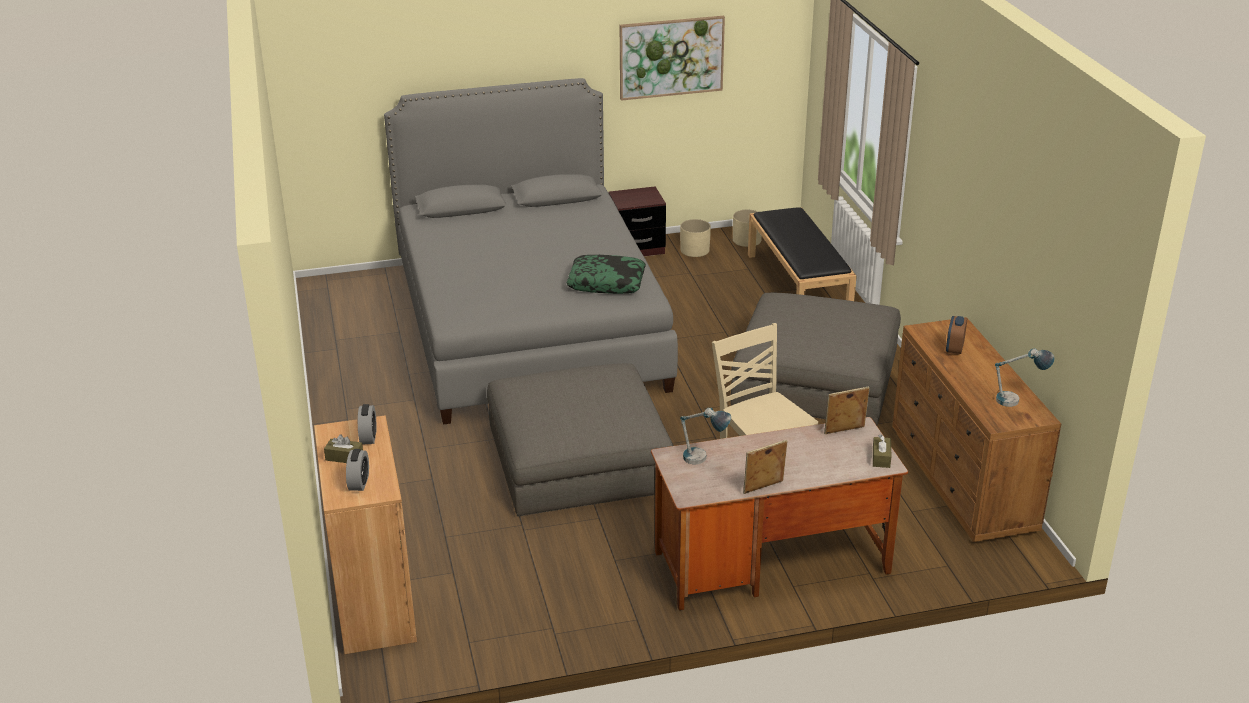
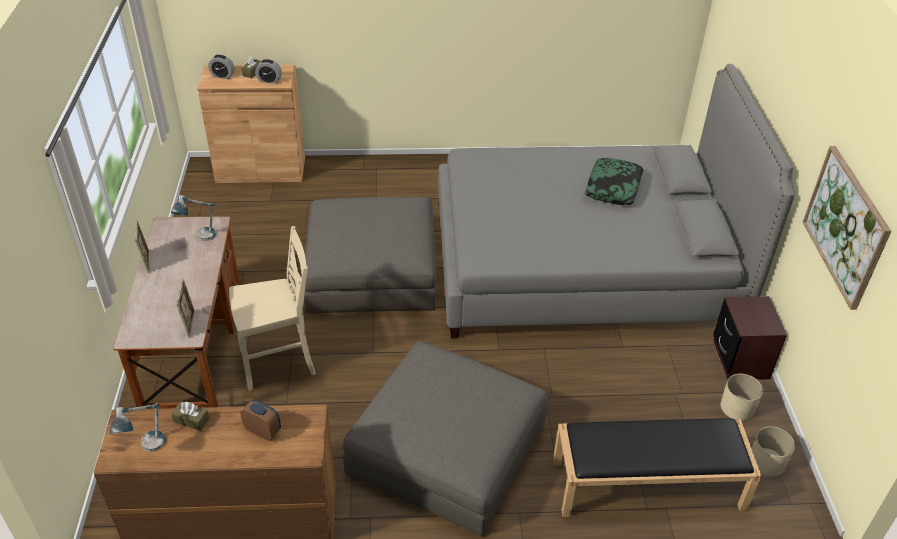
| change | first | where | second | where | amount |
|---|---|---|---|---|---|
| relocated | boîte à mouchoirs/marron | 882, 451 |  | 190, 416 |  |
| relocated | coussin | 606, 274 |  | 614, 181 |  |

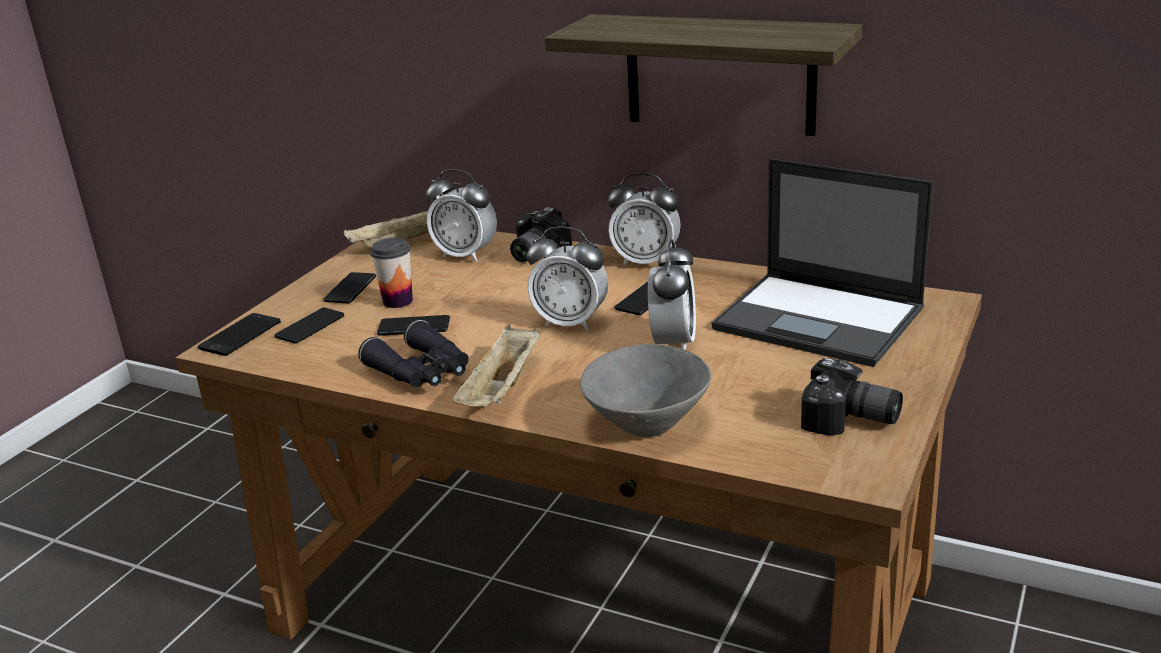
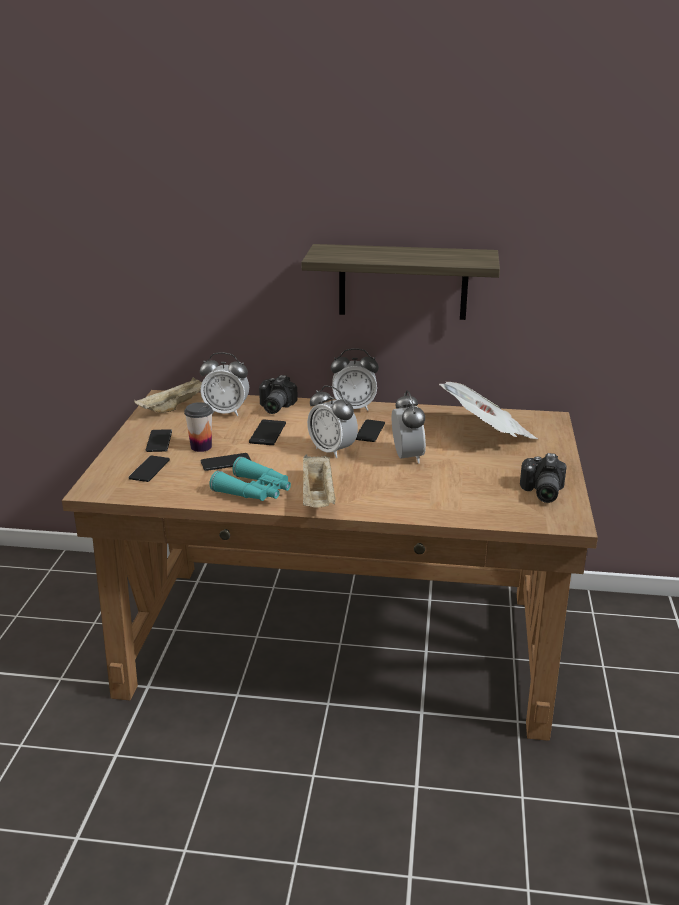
| change | first | where | second | where | amount |
|---|---|---|---|---|---|
| colour | jumelles/noir | 413, 353 | jumelles/turquoise | 250, 479 |  |
| relocated | téléphone | 239, 334 |  | 267, 432 |  |
| spun | réveil | 567, 278 |  | 332, 421 | 45 degrees clockwise |
| exchanged | ordinateur portable | 822, 263 | journal | 488, 410 |  |
| spun | appareil photo | 852, 396 |  | 543, 478 | 90 degrees clockwise |
| missing | bol/gris | 646, 390 |  |  |  |

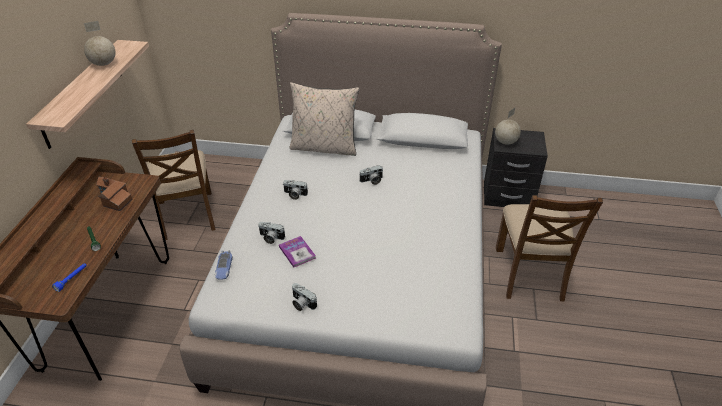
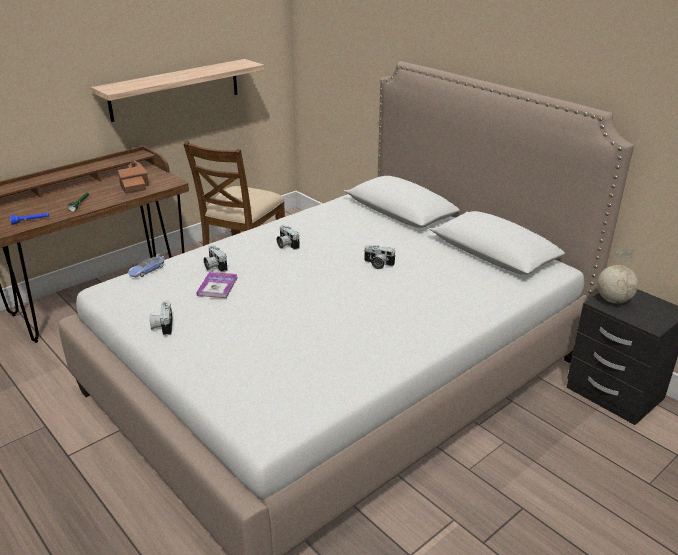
| change | first | where | second | where | amount |
|---|---|---|---|---|---|
| missing | globe | 99, 43 |  |  |  |
| missing | coussin/beige | 324, 119 |  |  |  |
| missing | chaise/marron | 549, 248 |  |  |  |

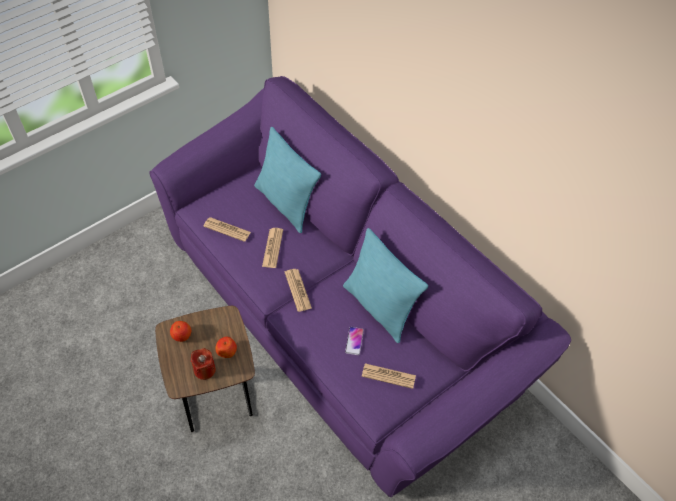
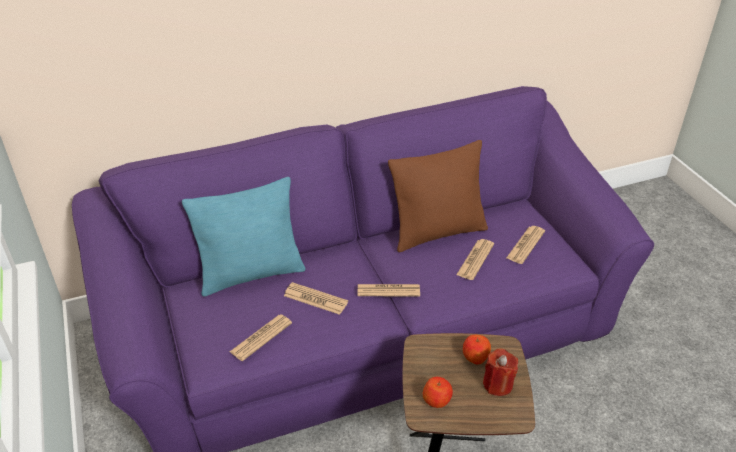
| change | first | where | second | where | amount |
|---|---|---|---|---|---|
| colour | coussin/turquoise | 385, 285 | coussin/marron | 438, 196 |  |
| exchanged | téléphone | 354, 341 | journal | 475, 259 |  |

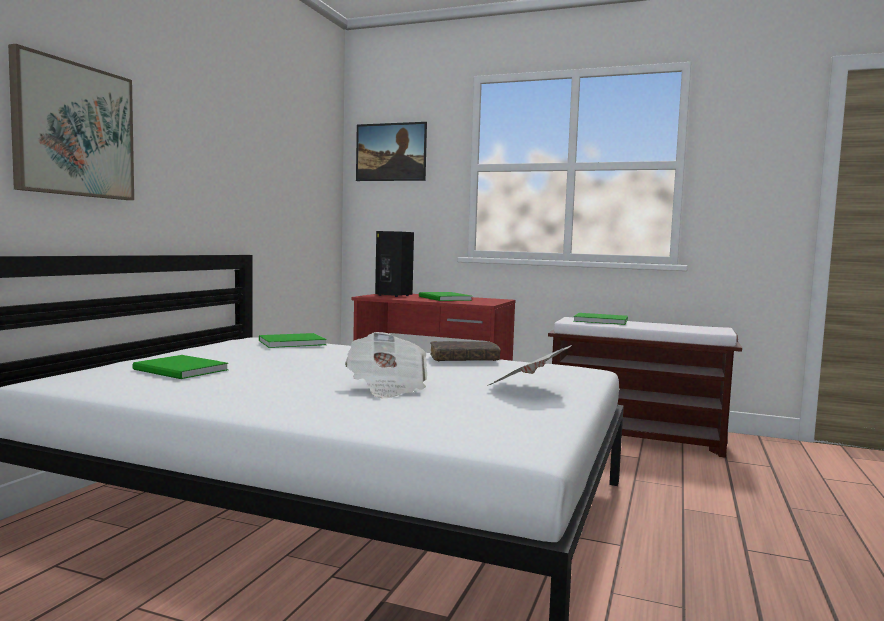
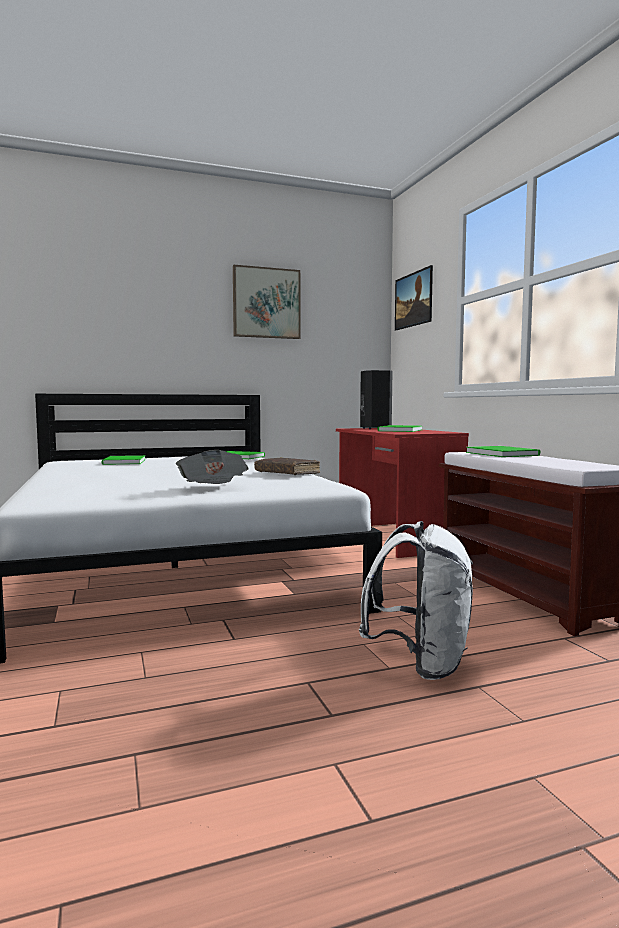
| change | first | where | second | where | amount |
|---|---|---|---|---|---|
| relocated | tableau | 71, 122 |  | 266, 302 |  |
| appeared |  |  | sac à dos/blanc | 416, 600 |  |
| missing | journal | 386, 365 |  |  |  |

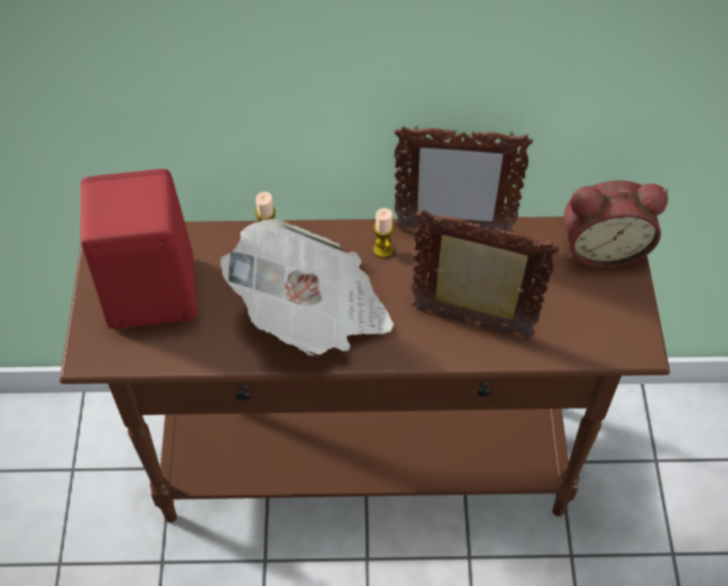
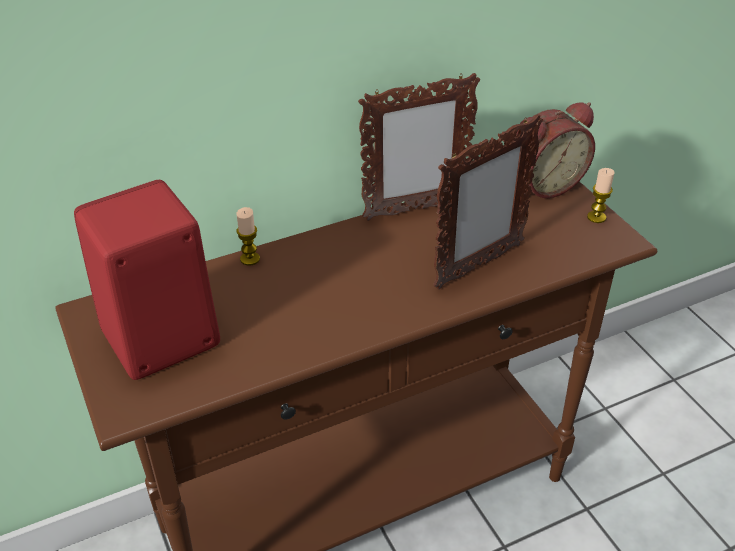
| change | first | where | second | where | amount |
|---|---|---|---|---|---|
| spun | cadre photo | 485, 273 |  | 488, 202 | 150 degrees clockwise |
| relocated | bougie | 383, 233 |  | 601, 195 |  |
| missing | journal | 307, 287 |  |  |  |

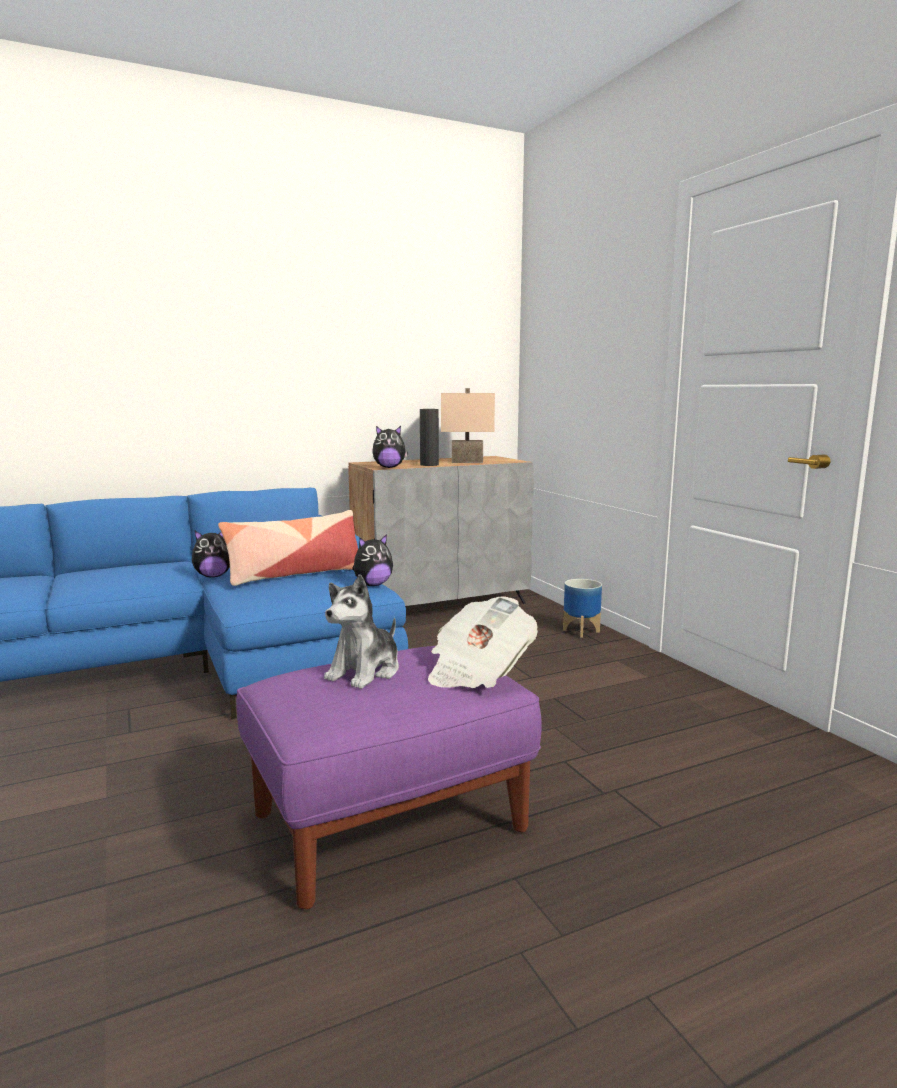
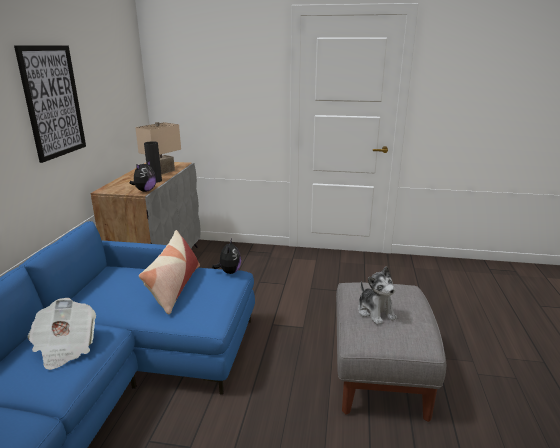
| change | first | where | second | where | amount |
|---|---|---|---|---|---|
| appeared |  |  | tableau | 50, 104 |  |
| relocated | journal | 483, 642 |  | 62, 334 |  |
| colour | pouf/violet | 389, 777 | pouf/gris | 391, 352 |  |
| missing | peluche | 211, 554 |  |  |  |
| missing | cache-pot | 582, 608 |  |  |  |

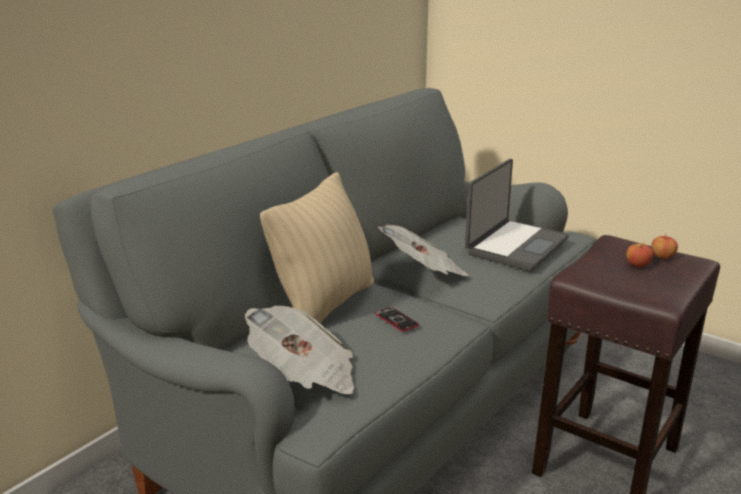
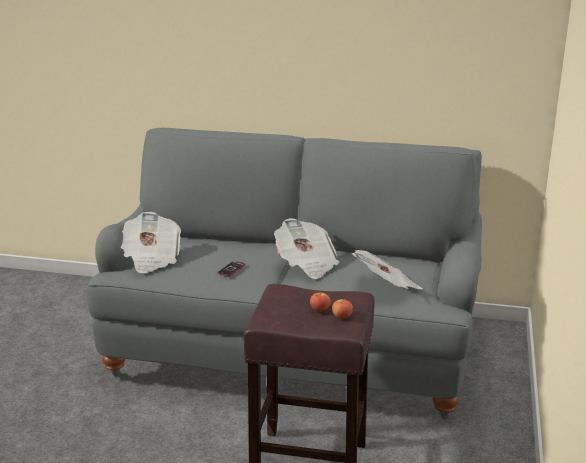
| change | first | where | second | where | amount |
|---|---|---|---|---|---|
| exchanged | ordinateur portable | 517, 215 | journal | 387, 269 |  |
| missing | coussin/beige | 317, 247 |  |  |  |

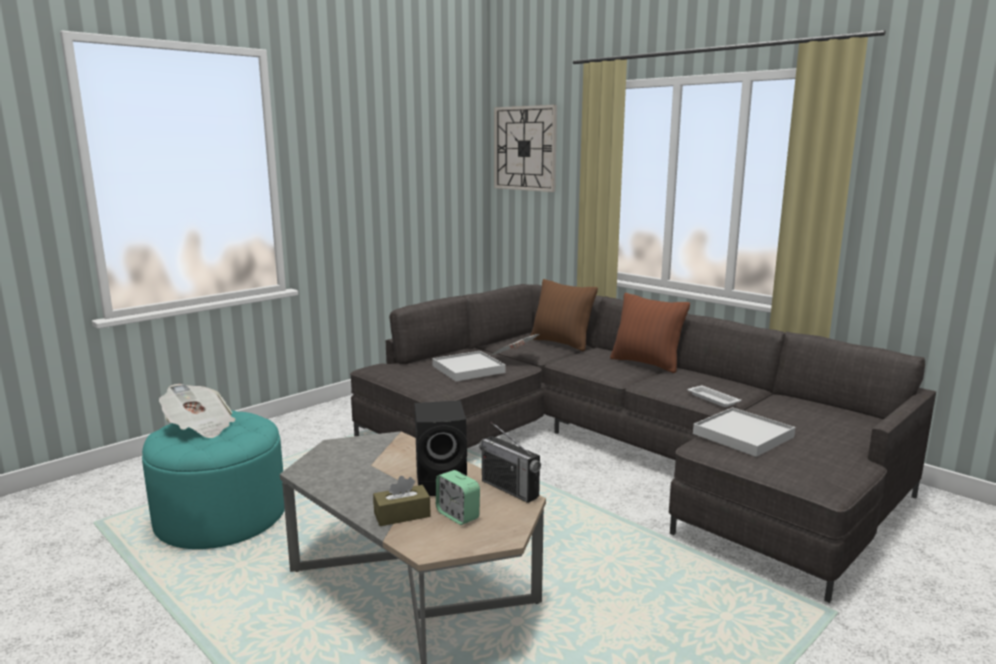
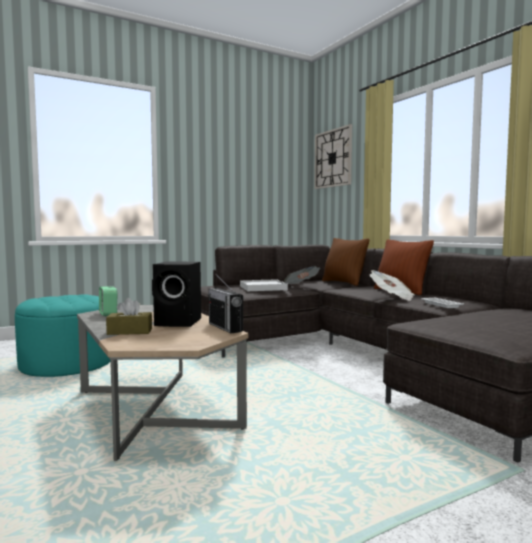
| change | first | where | second | where | amount |
|---|---|---|---|---|---|
| relocated | réveil | 458, 497 |  | 108, 301 |  |
| relocated | journal | 197, 411 |  | 392, 285 |  |
| missing | plateau/blanc | 744, 432 |  |  |  |

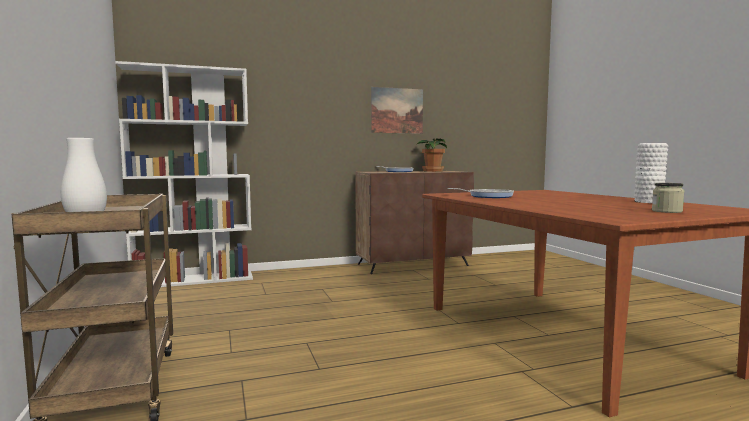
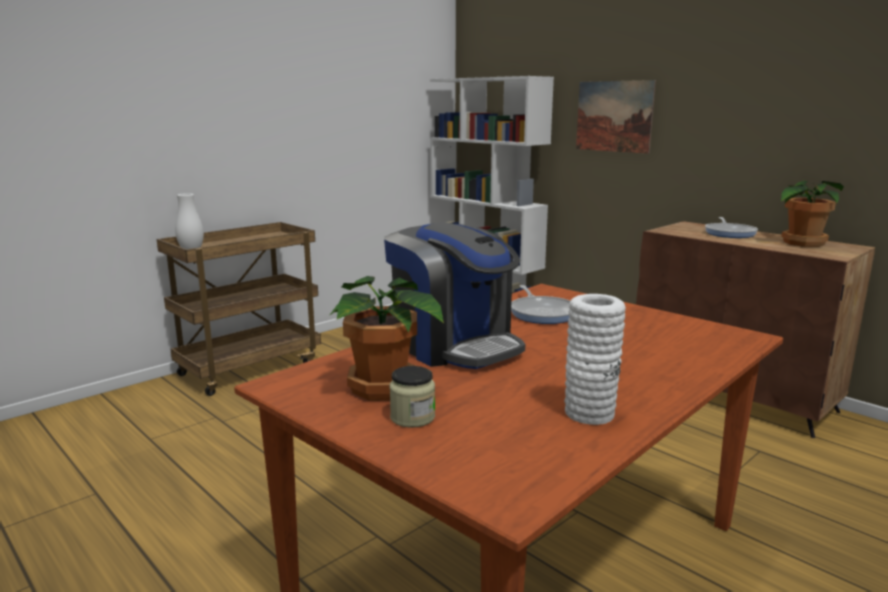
| change | first | where | second | where | amount |
|---|---|---|---|---|---|
| appeared |  |  | plante en pot | 386, 338 |  |
| appeared |  |  | machine à café | 454, 295 |  |
| relocated | tableau | 397, 110 |  | 616, 117 |  |

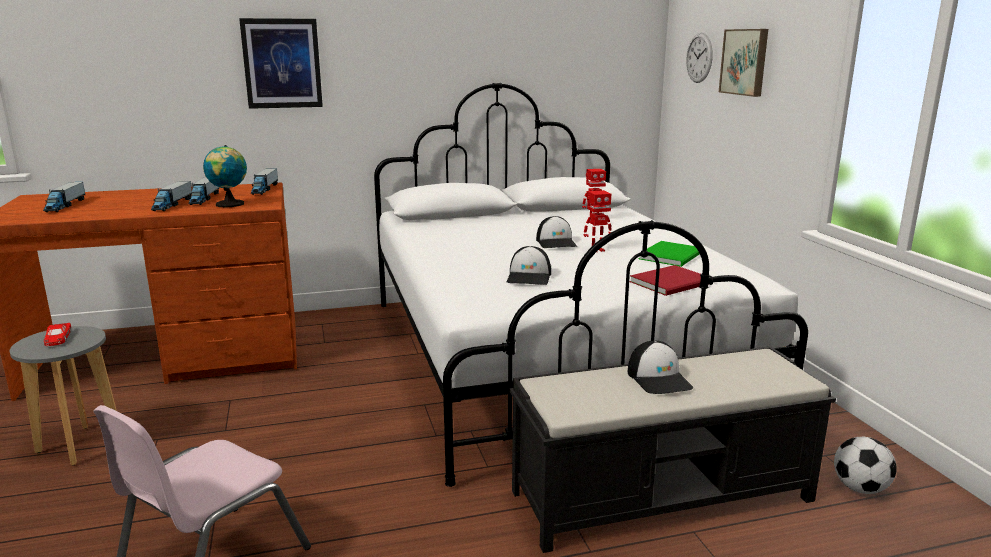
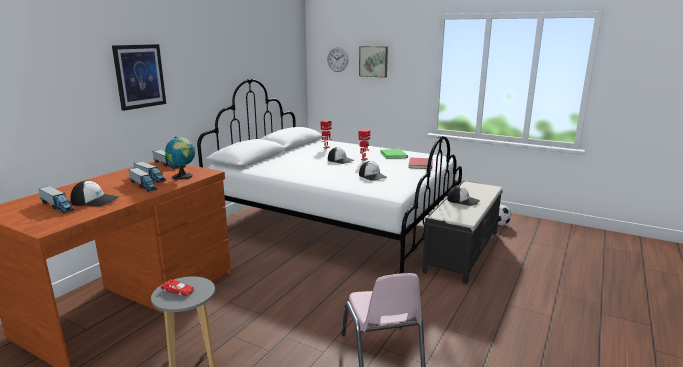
| change | first | where | second | where | amount |
|---|---|---|---|---|---|
| appeared |  |  | casquette | 94, 193 |  |

